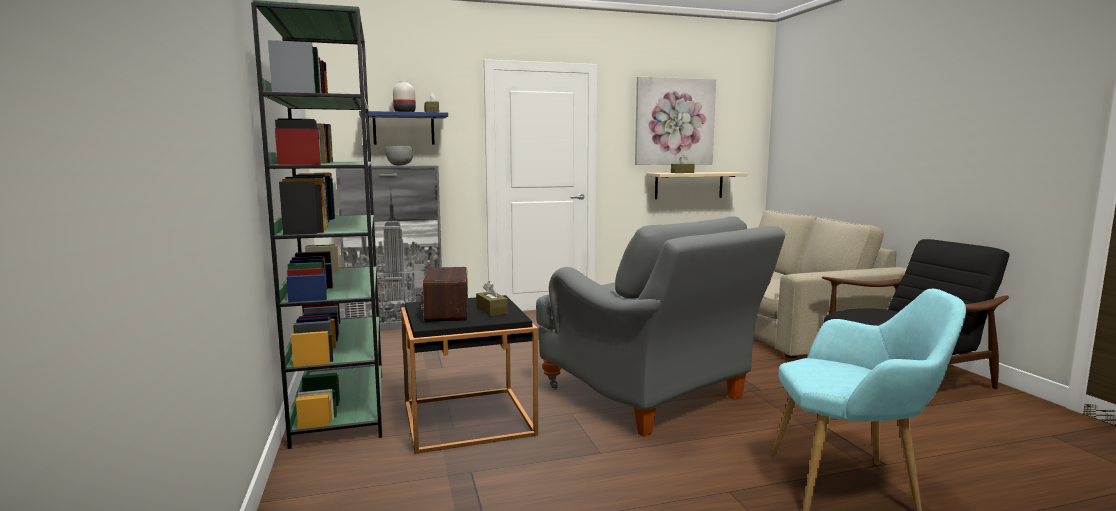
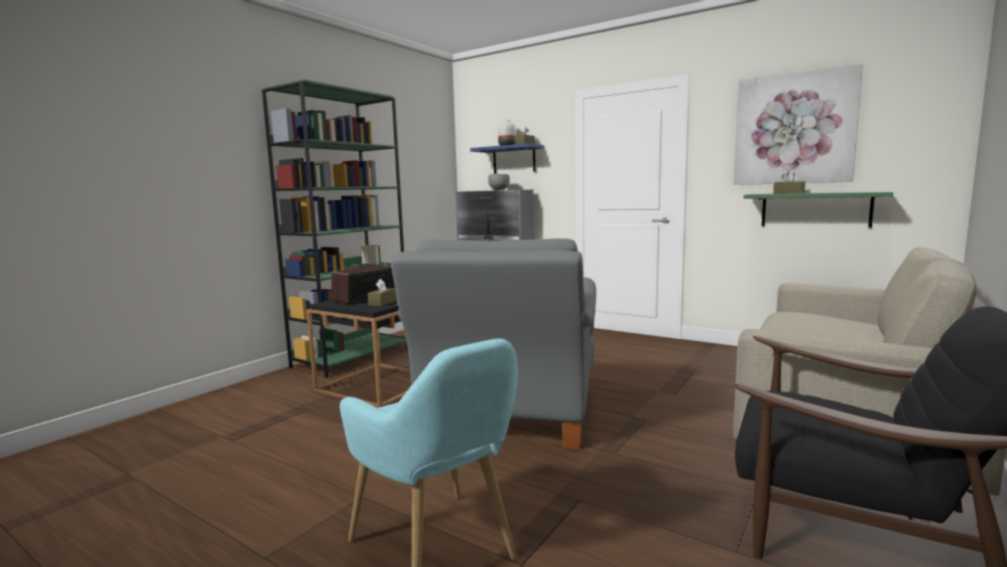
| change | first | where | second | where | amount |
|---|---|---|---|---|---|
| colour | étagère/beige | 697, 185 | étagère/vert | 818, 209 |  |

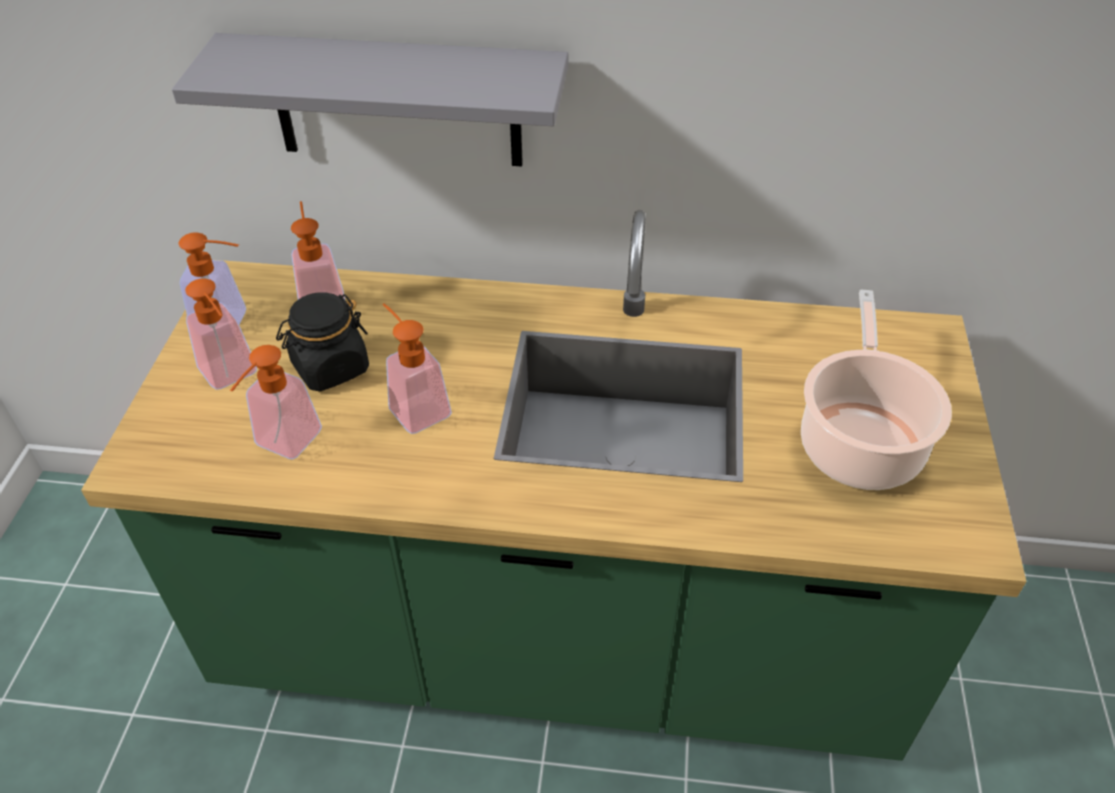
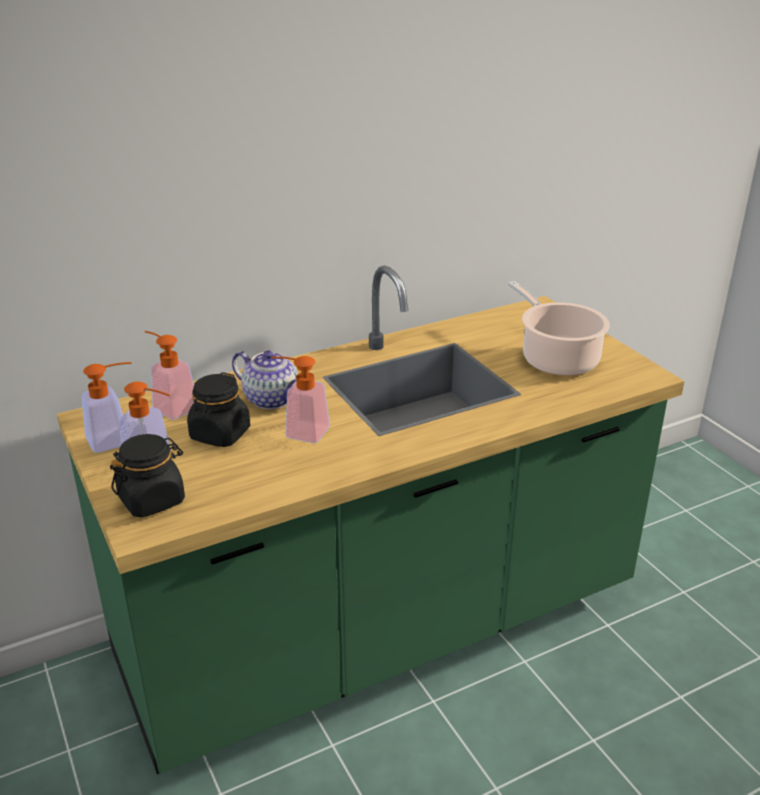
| change | first | where | second | where | amount |
|---|---|---|---|---|---|
| appeared |  |  | bocal/noir | 147, 475 |  |
| appeared |  |  | théière | 267, 380 |  |
| missing | étagère/gris | 370, 99 |  |  |  |
| missing | distributeur de savon | 276, 402 |  |  |  |

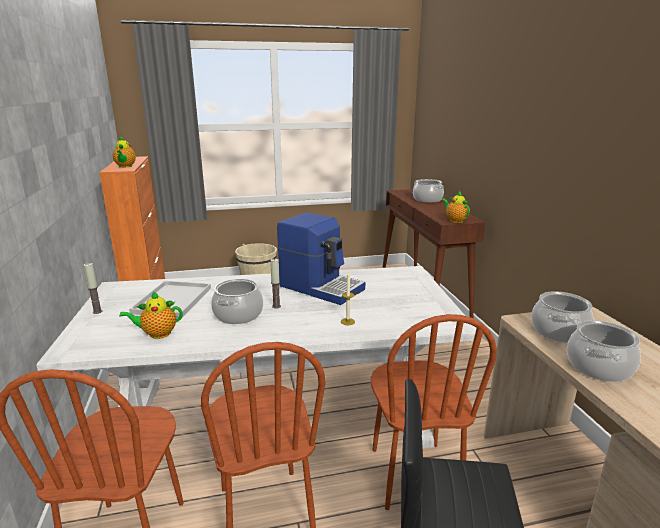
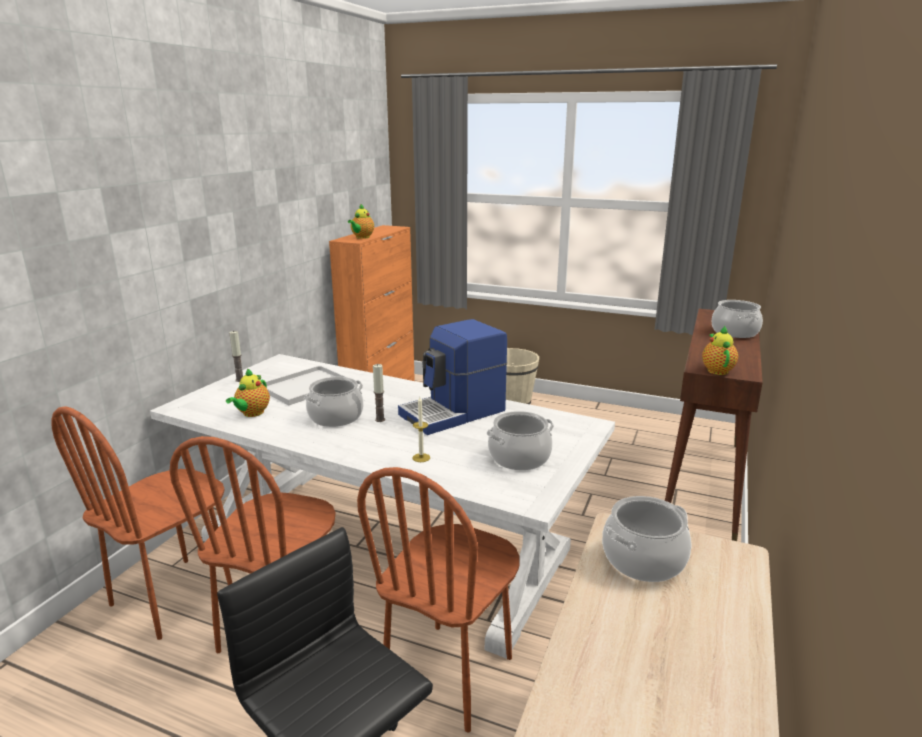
| change | first | where | second | where | amount |
|---|---|---|---|---|---|
| spun | théière | 150, 315 |  | 248, 393 | 90 degrees counterclockwise |
| spun | machine à café | 321, 259 |  | 452, 377 | 75 degrees clockwise |
| relocated | marmite | 604, 351 |  | 520, 440 |  |

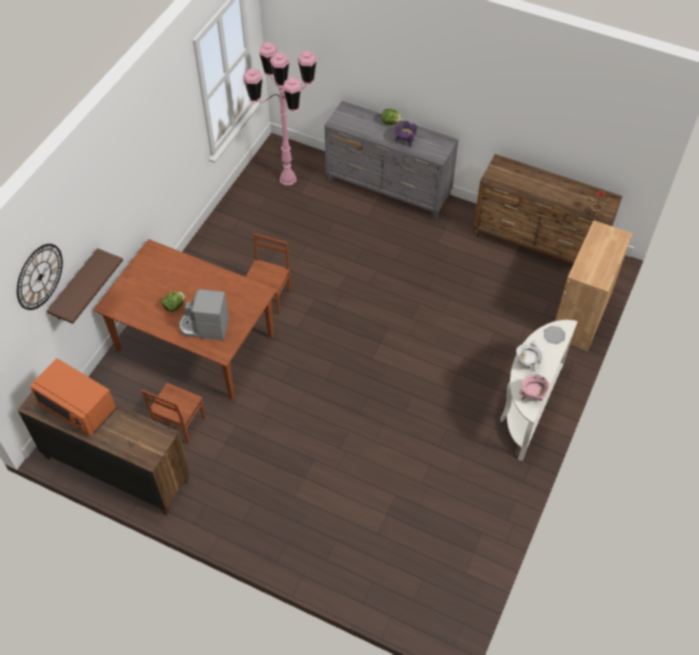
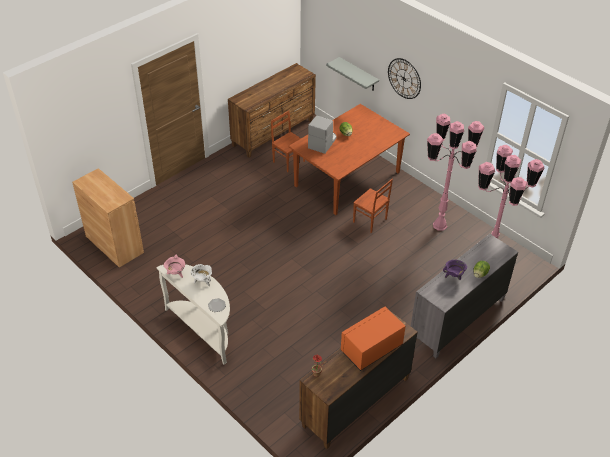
| change | first | where | second | where | amount |
|---|---|---|---|---|---|
| relocated | meuble de rangement/marron | 594, 285 |  | 108, 218 |  |
| colour | étagère/marron | 85, 286 | étagère/gris | 352, 74 |  |
| relocated | micro-ondes/orange | 73, 397 |  | 373, 339 |  |
| relocated | horloge murale | 40, 277 |  | 404, 78 |  |
| appeared |  |  | lampadaire/rose | 455, 172 |  |

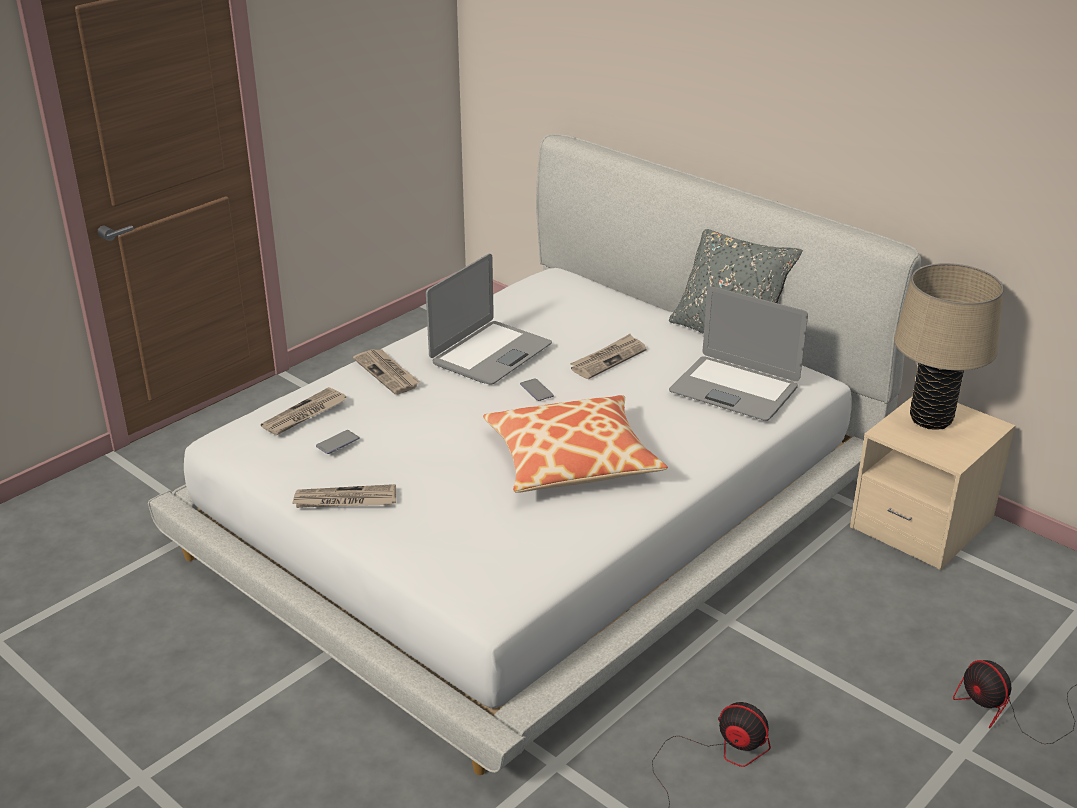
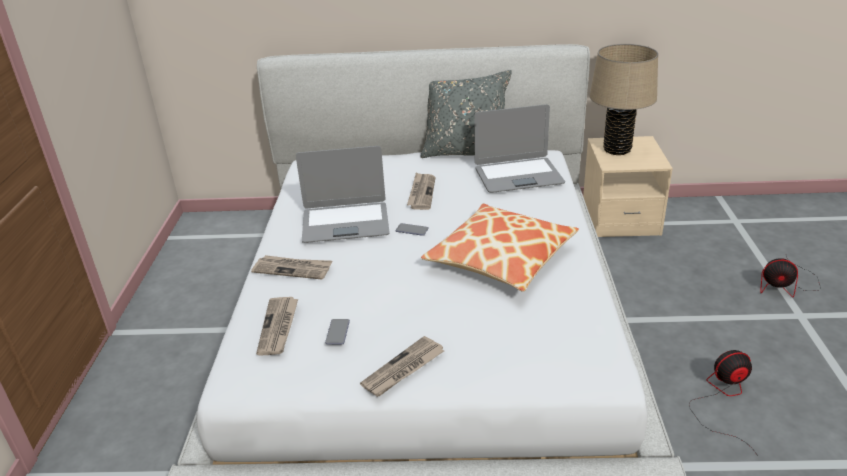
| change | first | where | second | where | amount |
|---|---|---|---|---|---|
| spun | ordinateur portable | 489, 319 |  | 343, 194 | 90 degrees clockwise |

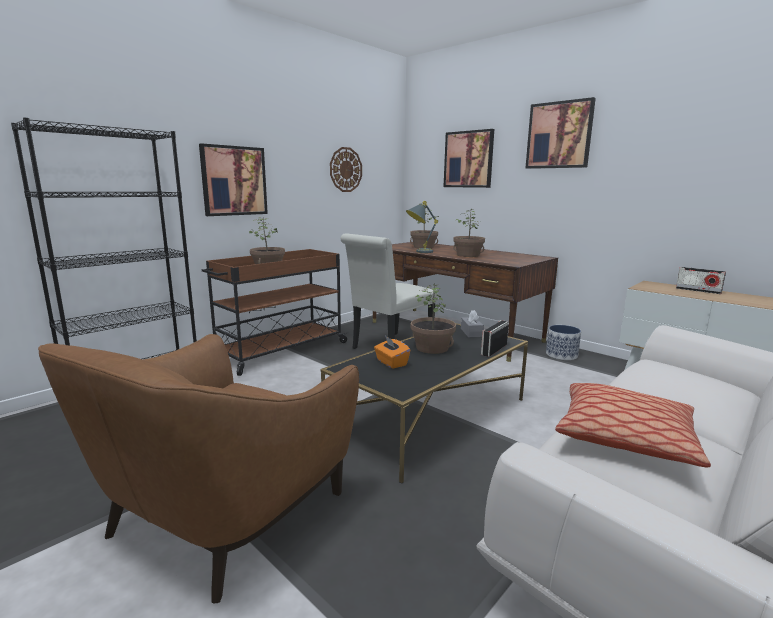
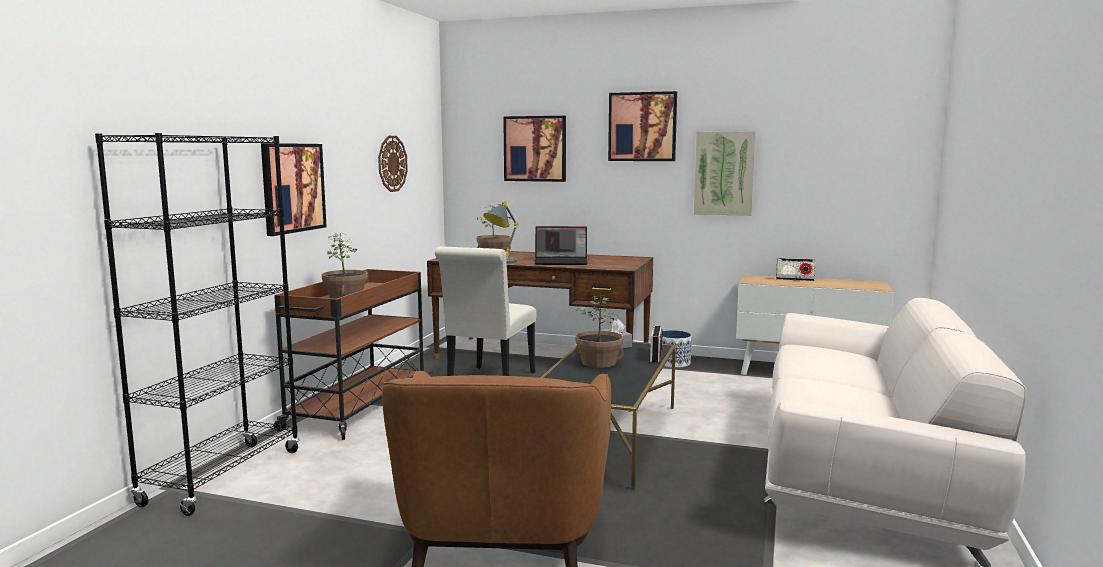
| change | first | where | second | where | amount |
|---|---|---|---|---|---|
| exchanged | plante en pot | 469, 233 | ordinateur portable | 561, 245 |  |
| appeared |  |  | tableau | 725, 173 |  |
| missing | boîte à mouchoirs/orange | 392, 352 |  |  |  |
| missing | coussin | 633, 425 |  |  |  |

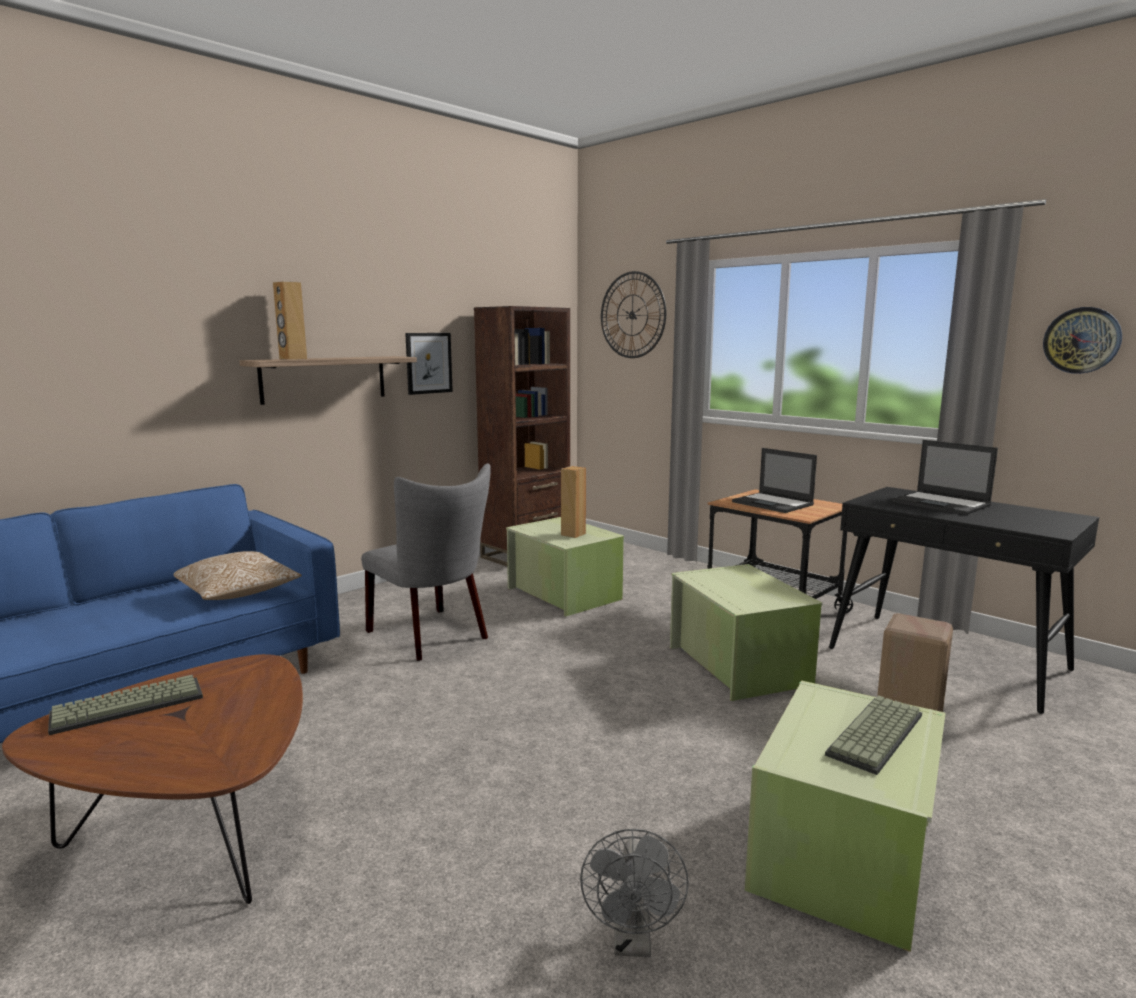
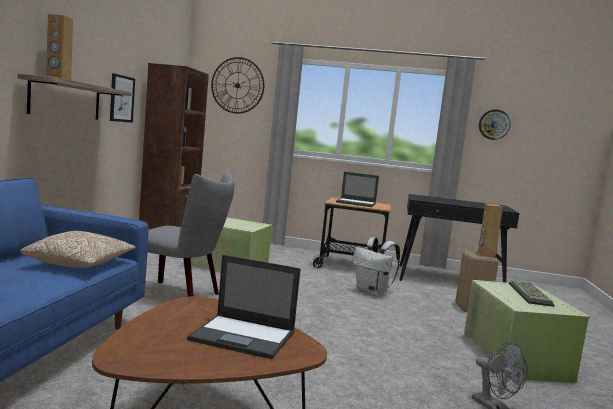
| change | first | where | second | where | amount |
|---|---|---|---|---|---|
| relocated | ordinateur portable | 945, 477 |  | 244, 307 |  |
| exchanged | boîte de rangement/vert | 746, 632 | sac à dos/blanc | 376, 266 |  |
| relocated | enceinte/marron | 573, 502 |  | 490, 231 |  |
| missing | clavier | 125, 705 |  |  |  |

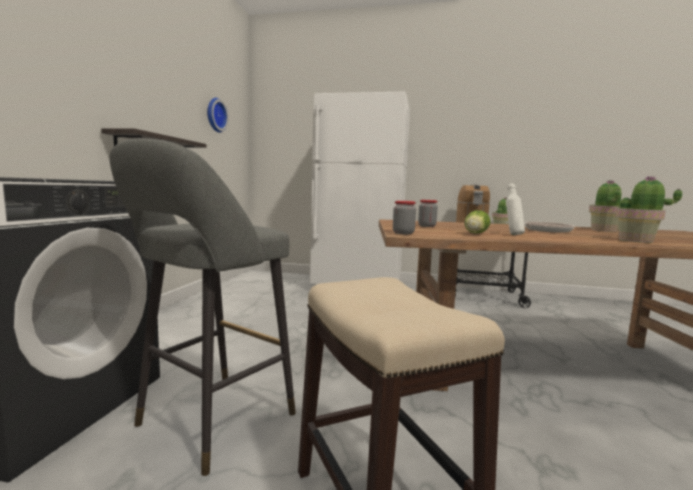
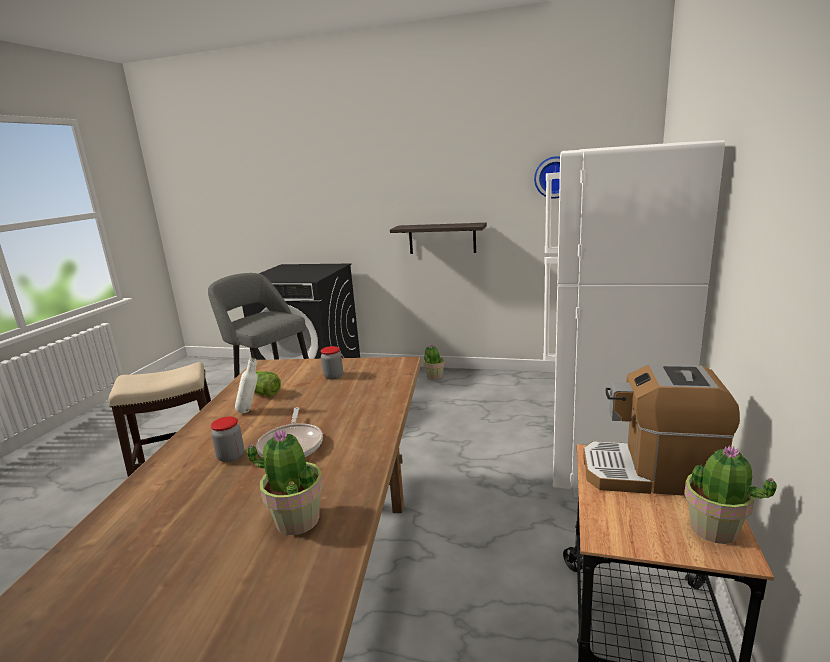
| change | first | where | second | where | amount |
|---|---|---|---|---|---|
| relocated | bocal | 404, 218 |  | 227, 440 |  |
| relocated | plante en pot | 649, 209 |  | 434, 362 |  |

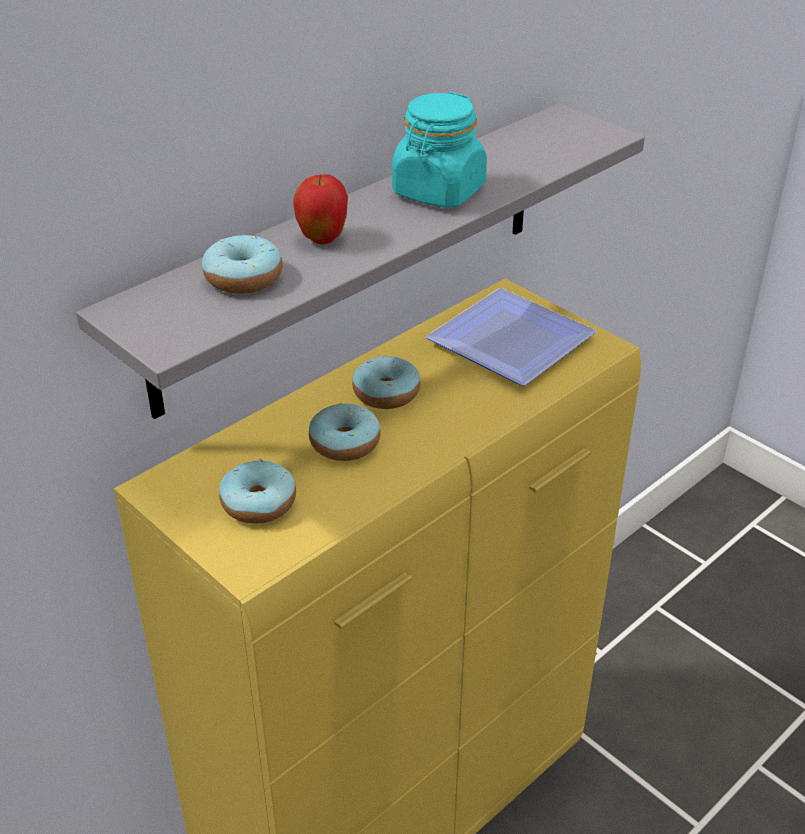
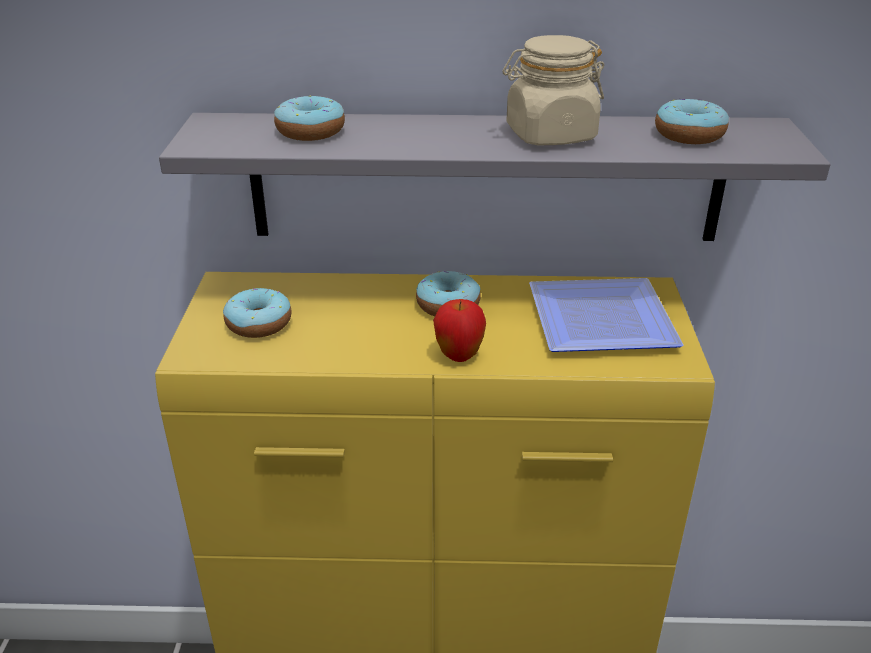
| change | first | where | second | where | amount |
|---|---|---|---|---|---|
| relocated | pomme | 320, 209 |  | 459, 330 |  |
| colour | bocal/turquoise | 439, 150 | bocal/beige | 553, 90 |  |
| relocated | beignet | 345, 432 |  | 692, 121 |  |

